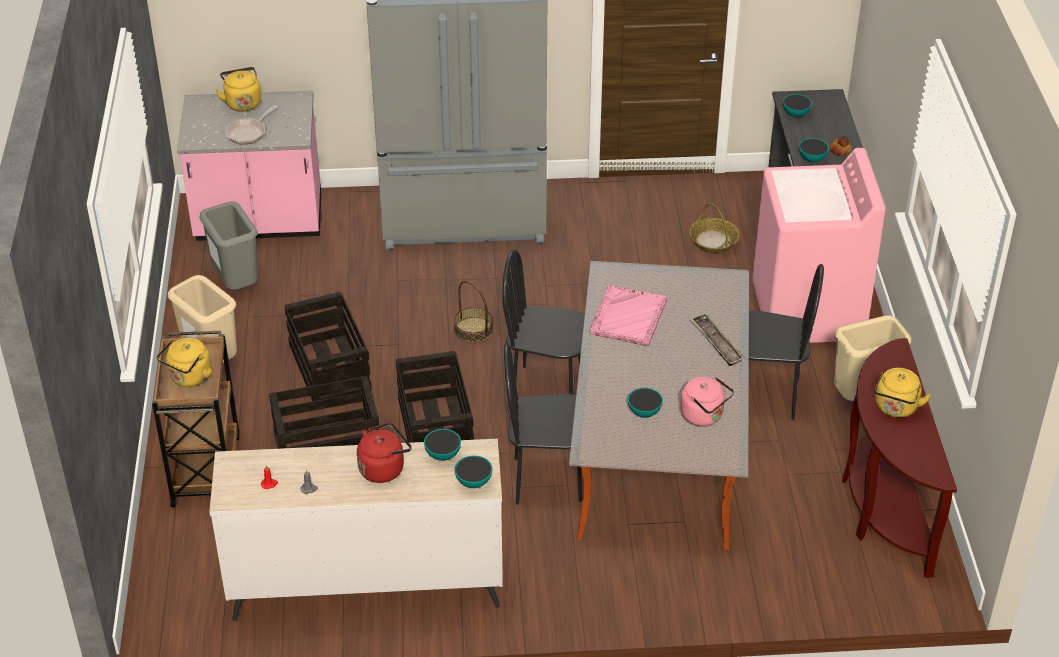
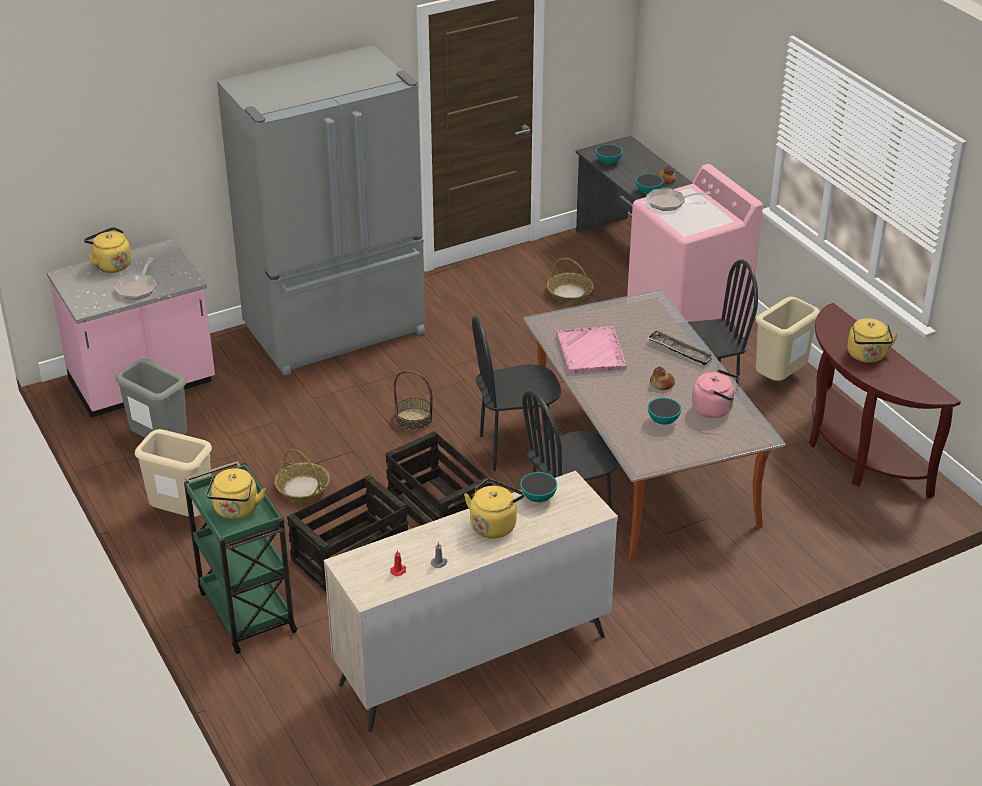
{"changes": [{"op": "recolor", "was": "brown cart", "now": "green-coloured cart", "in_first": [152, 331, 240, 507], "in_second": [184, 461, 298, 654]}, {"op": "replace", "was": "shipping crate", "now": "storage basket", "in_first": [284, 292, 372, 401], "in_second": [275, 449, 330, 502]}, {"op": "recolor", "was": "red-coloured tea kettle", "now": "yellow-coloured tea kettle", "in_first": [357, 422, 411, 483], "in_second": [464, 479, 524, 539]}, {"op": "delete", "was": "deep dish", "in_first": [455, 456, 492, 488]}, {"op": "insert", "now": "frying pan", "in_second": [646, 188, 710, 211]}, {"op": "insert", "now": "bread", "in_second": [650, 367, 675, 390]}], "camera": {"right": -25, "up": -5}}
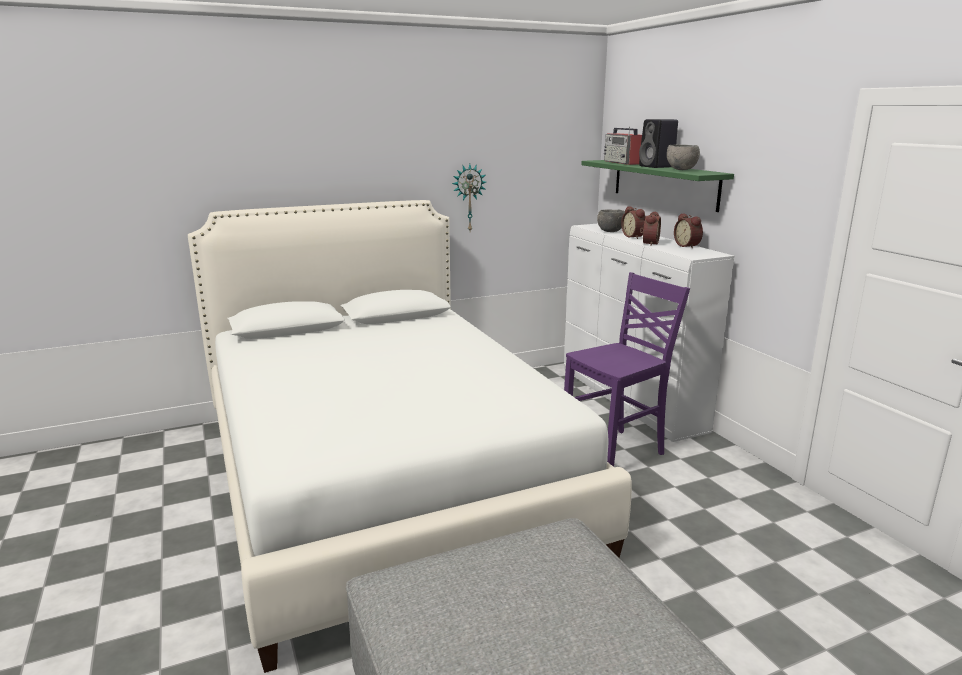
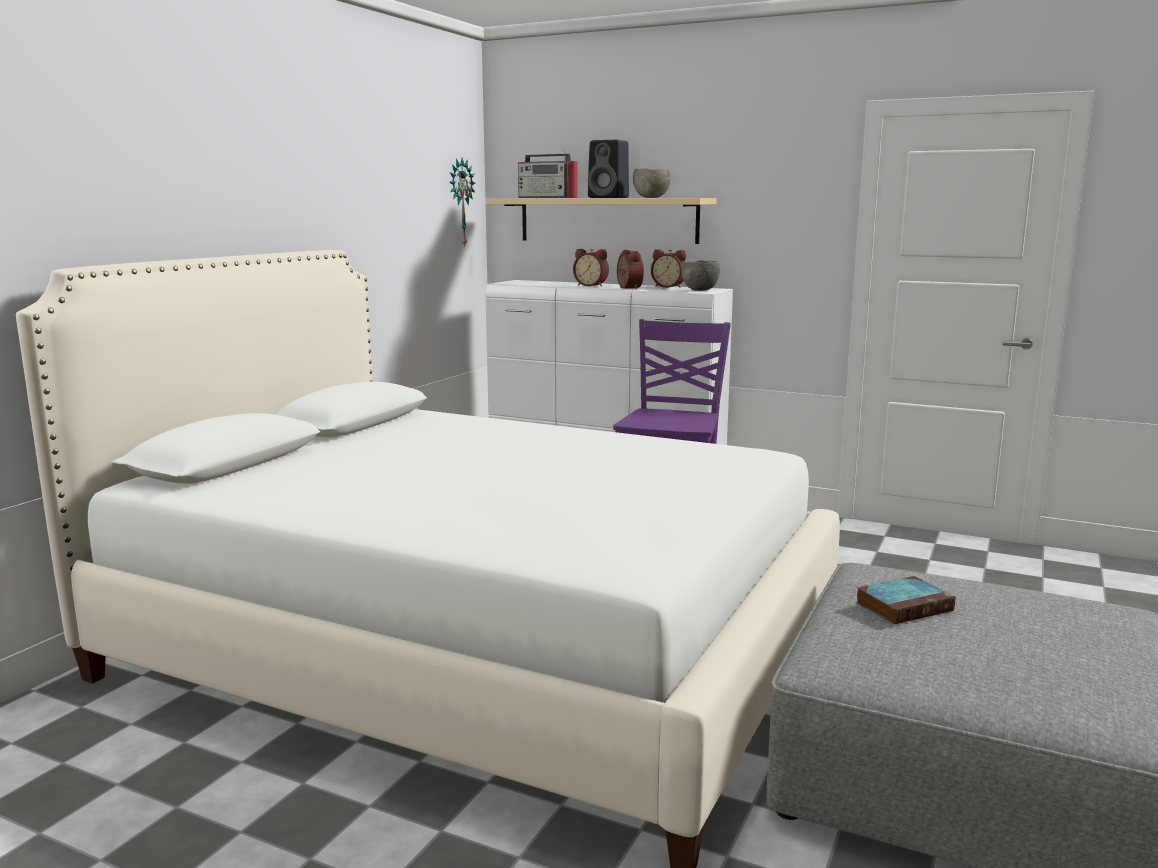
{"changes": [{"op": "move", "was": "hanging clock", "in_first": [452, 164, 486, 231], "in_second": [449, 158, 475, 248]}, {"op": "recolor", "was": "green-coloured shelf", "now": "beige-coloured shelf", "in_first": [581, 160, 734, 212], "in_second": [486, 198, 716, 244]}, {"op": "move", "was": "greyish deep dish", "in_first": [597, 209, 625, 232], "in_second": [681, 260, 720, 291]}, {"op": "insert", "now": "volume", "in_second": [856, 576, 956, 624]}], "camera": {"right": -40, "up": -5}}
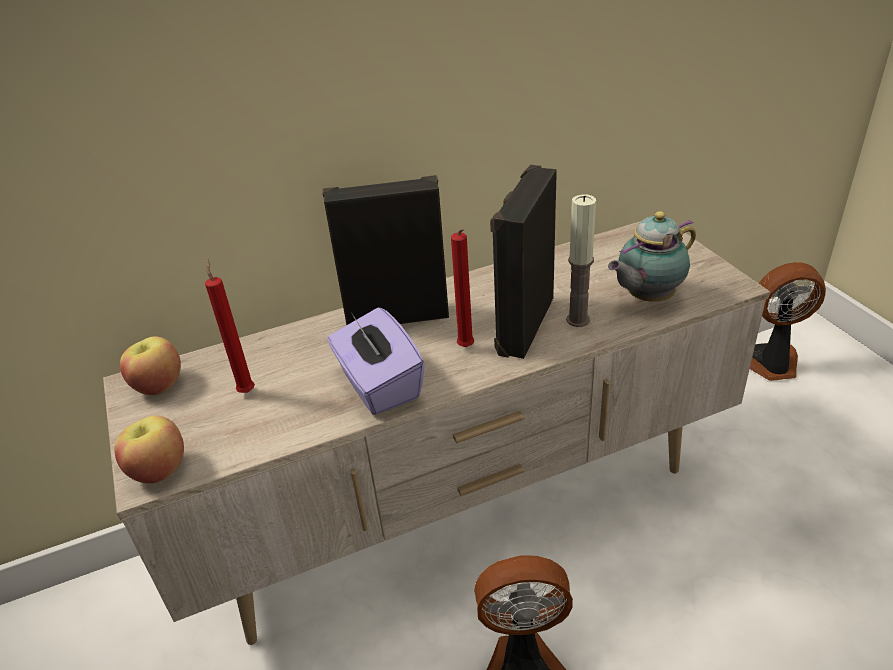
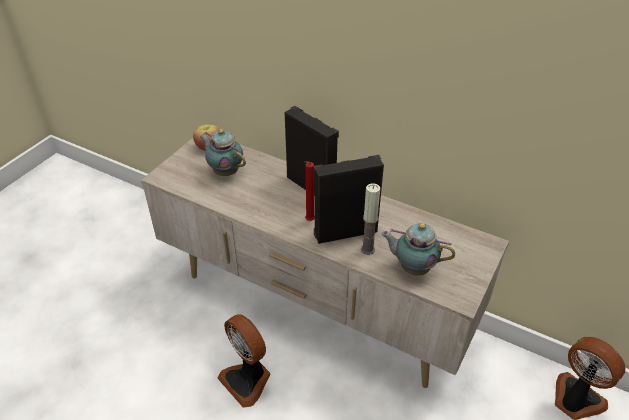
{"changes": [{"op": "delete", "was": "whole apple", "in_first": [115, 415, 184, 484]}, {"op": "replace", "was": "red-coloured wax candle", "now": "pot for tea", "in_first": [205, 259, 255, 393], "in_second": [200, 129, 246, 176]}, {"op": "delete", "was": "purple tissue box", "in_first": [328, 307, 425, 415]}], "camera": {"right": 50, "up": 5}}
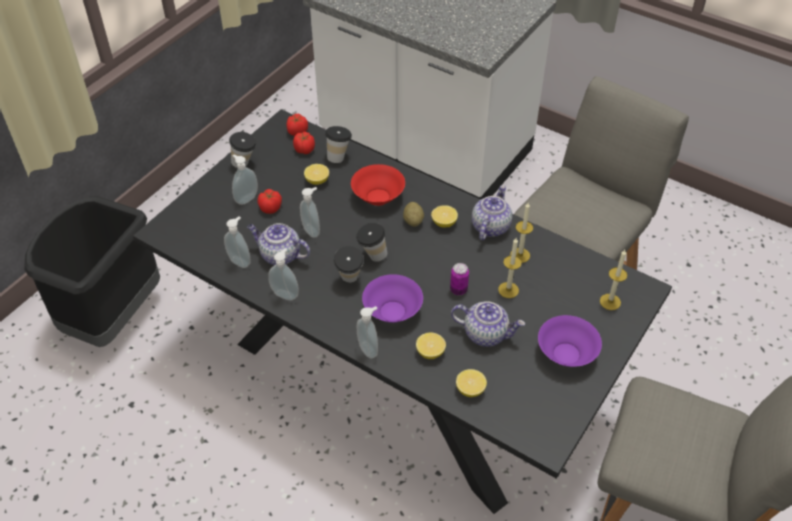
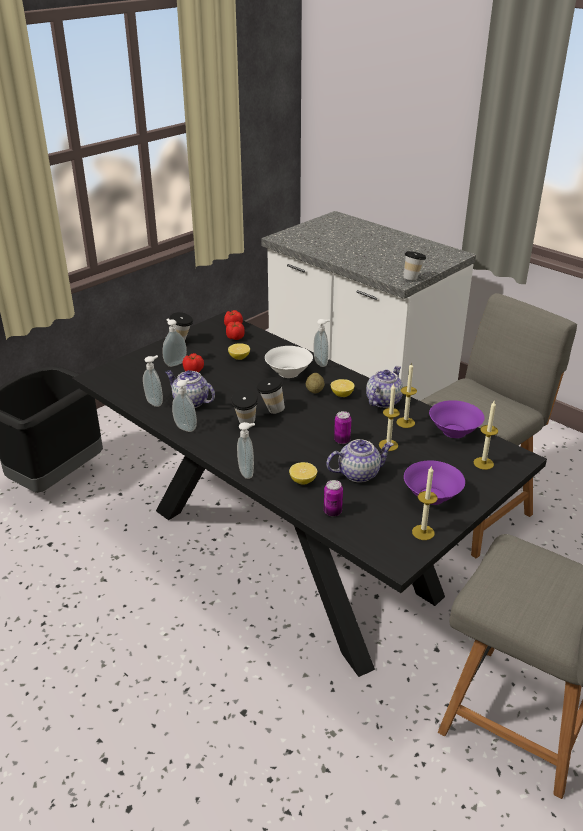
{"changes": [{"op": "move", "was": "liquid soap bottle", "in_first": [300, 187, 320, 238], "in_second": [313, 319, 330, 367]}, {"op": "move", "was": "small cup", "in_first": [325, 126, 352, 163], "in_second": [403, 251, 426, 281]}, {"op": "recolor", "was": "red-coloured deep dish", "now": "white-coloured deep dish", "in_first": [351, 164, 405, 206], "in_second": [265, 346, 313, 378]}, {"op": "move", "was": "purple deep dish", "in_first": [362, 274, 423, 323], "in_second": [429, 400, 484, 438]}, {"op": "rotate", "was": "pot for tea", "in_first": [451, 301, 525, 347], "in_second": [326, 439, 394, 483], "clockwise": -45}, {"op": "replace", "was": "whole lemon", "now": "can", "in_first": [456, 369, 487, 397], "in_second": [324, 480, 343, 517]}, {"op": "insert", "now": "wax candle", "in_second": [412, 465, 438, 540]}], "camera": {"right": 10, "up": -15}}
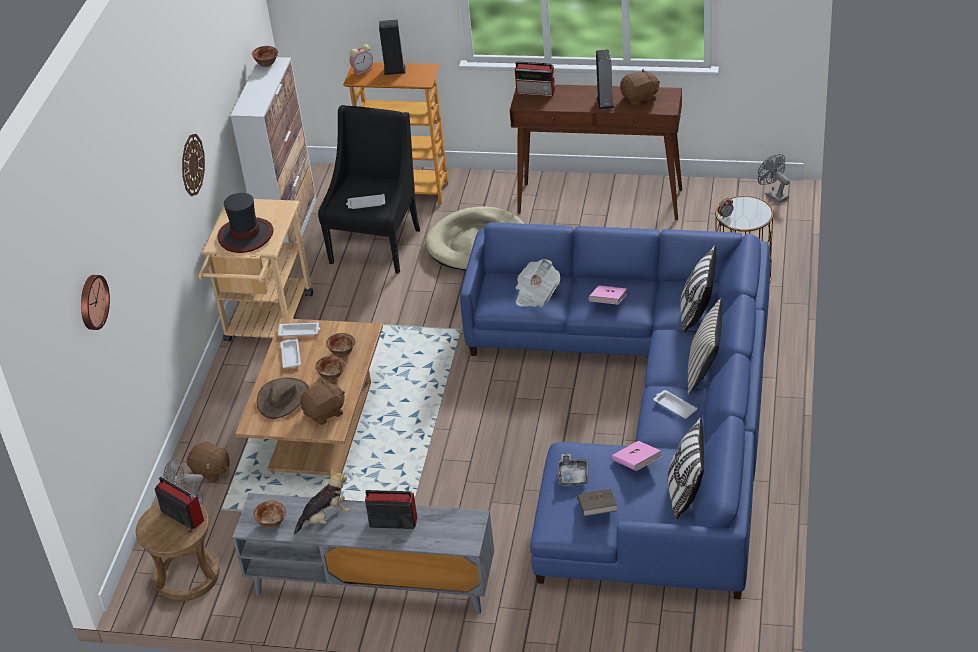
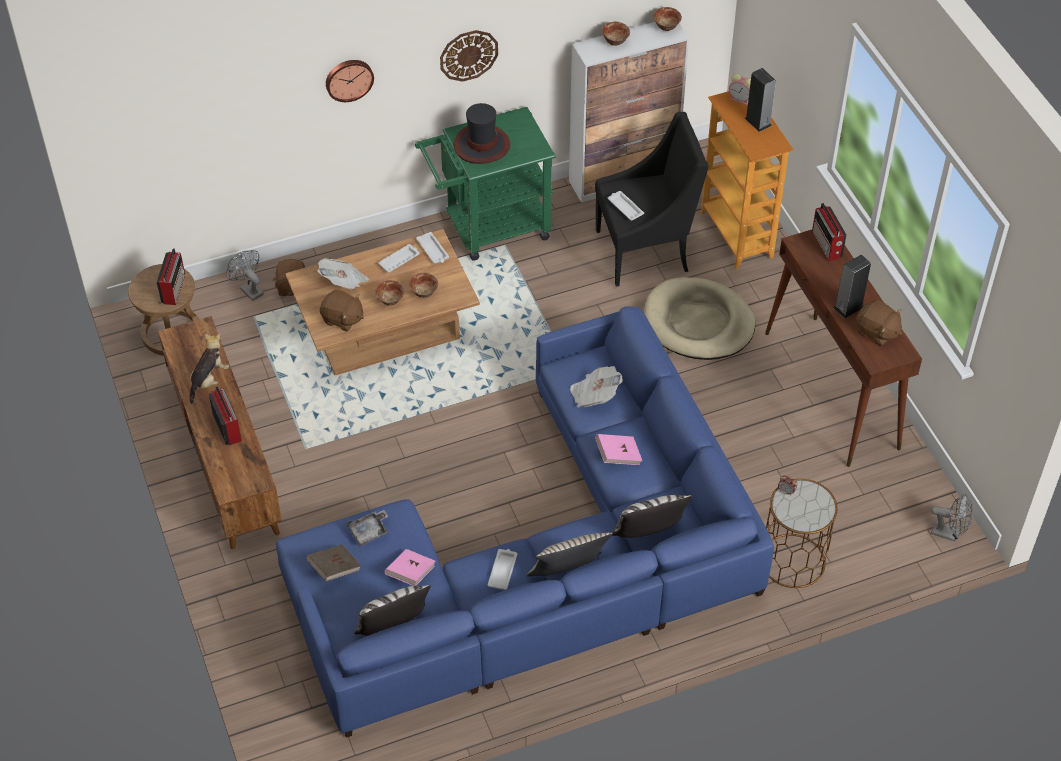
{"changes": [{"op": "move", "was": "hanging clock", "in_first": [81, 275, 110, 330], "in_second": [326, 60, 374, 102]}, {"op": "recolor", "was": "beige-coloured cart", "now": "green-coloured cart", "in_first": [199, 199, 313, 341], "in_second": [415, 107, 556, 261]}, {"op": "recolor", "was": "greyish media console", "now": "brown media console", "in_first": [232, 493, 494, 614], "in_second": [158, 316, 282, 549]}, {"op": "move", "was": "deep dish", "in_first": [253, 501, 286, 529], "in_second": [602, 22, 630, 46]}, {"op": "replace", "was": "brown clothing hat", "now": "daily paper", "in_first": [257, 378, 309, 419], "in_second": [317, 258, 369, 290]}, {"op": "rotate", "was": "soft toy", "in_first": [294, 469, 350, 534], "in_second": [190, 333, 229, 404], "clockwise": -90}, {"op": "rotate", "was": "greyish cooling fan", "in_first": [758, 154, 790, 203], "in_second": [931, 493, 973, 542], "clockwise": 90}], "camera": {"right": 55, "up": 10}}
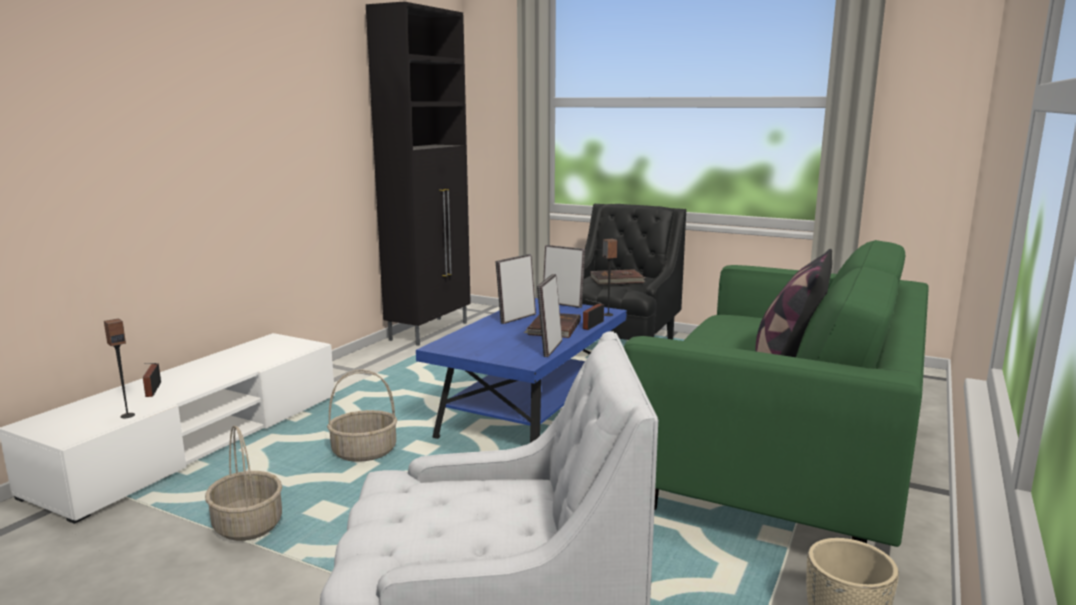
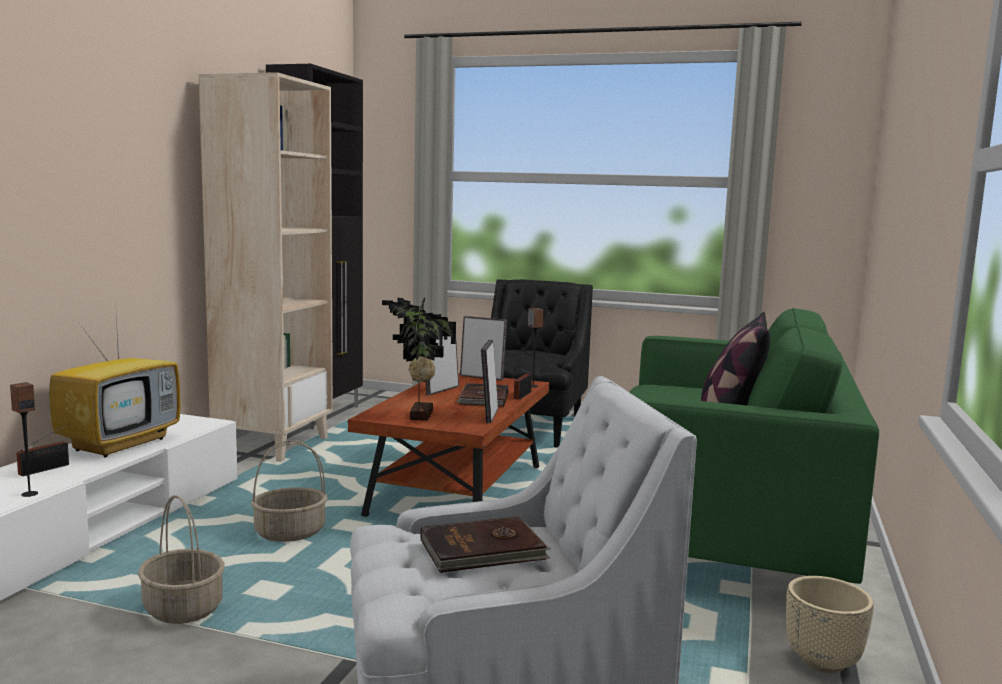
{"changes": [{"op": "rotate", "was": "radio receiver", "in_first": [143, 363, 161, 397], "in_second": [17, 424, 69, 476], "clockwise": -120}, {"op": "recolor", "was": "bluish lounge table", "now": "brown lounge table", "in_first": [416, 298, 627, 443], "in_second": [348, 373, 549, 517]}, {"op": "move", "was": "brown volume", "in_first": [590, 270, 646, 285], "in_second": [421, 517, 551, 573]}, {"op": "insert", "now": "TV set", "in_second": [49, 315, 180, 458]}, {"op": "insert", "now": "beige-coloured shelving unit", "in_second": [198, 72, 333, 462]}, {"op": "insert", "now": "potted plant", "in_second": [382, 297, 456, 421]}], "camera": {"right": -10, "up": -5}}
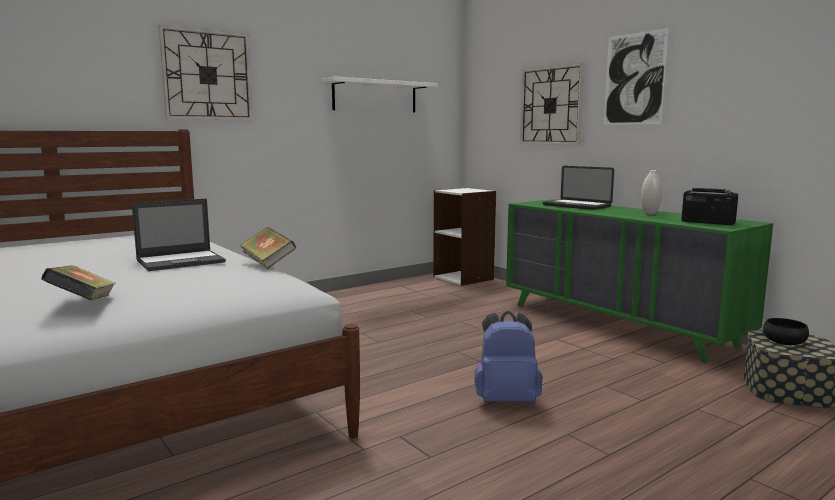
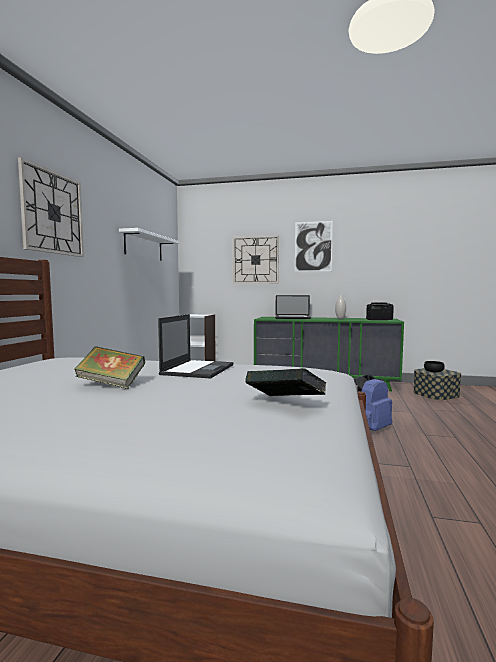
{"changes": [{"op": "move", "was": "volume", "in_first": [239, 227, 296, 269], "in_second": [75, 346, 145, 389]}], "camera": {"right": -40, "up": -5}}
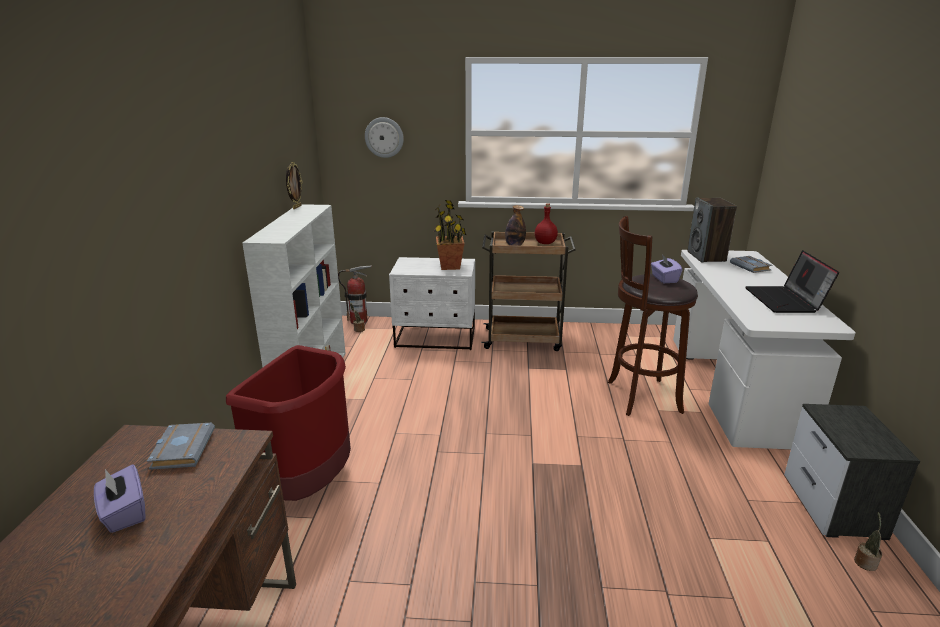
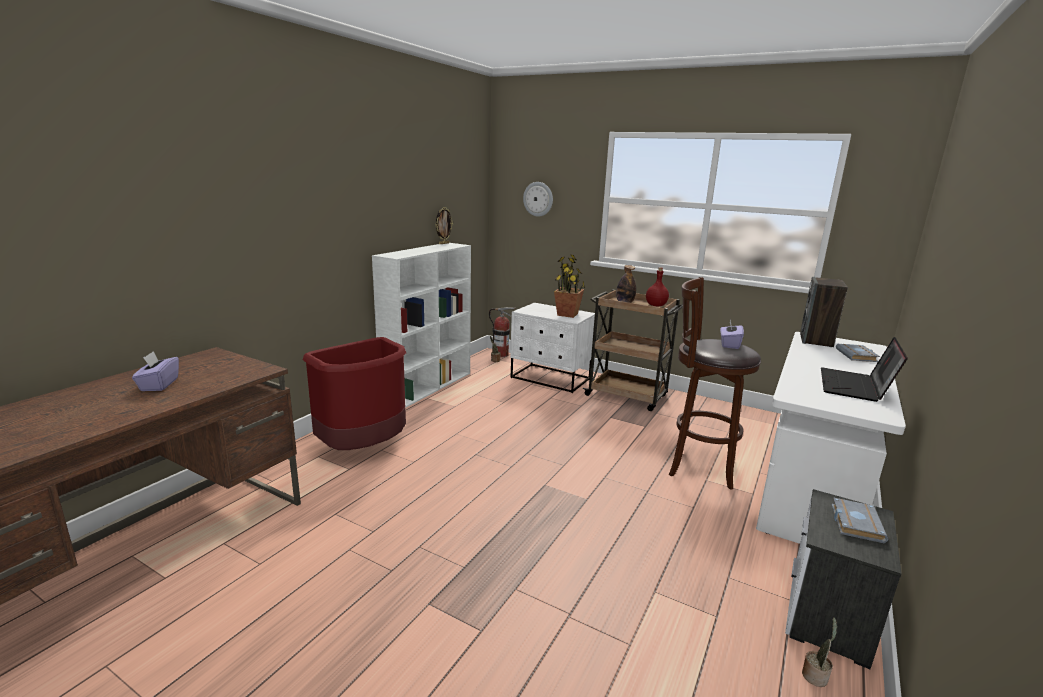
{"changes": [{"op": "move", "was": "greyish volume", "in_first": [147, 423, 215, 470], "in_second": [831, 497, 888, 543]}], "camera": {"right": 25, "up": -5}}
